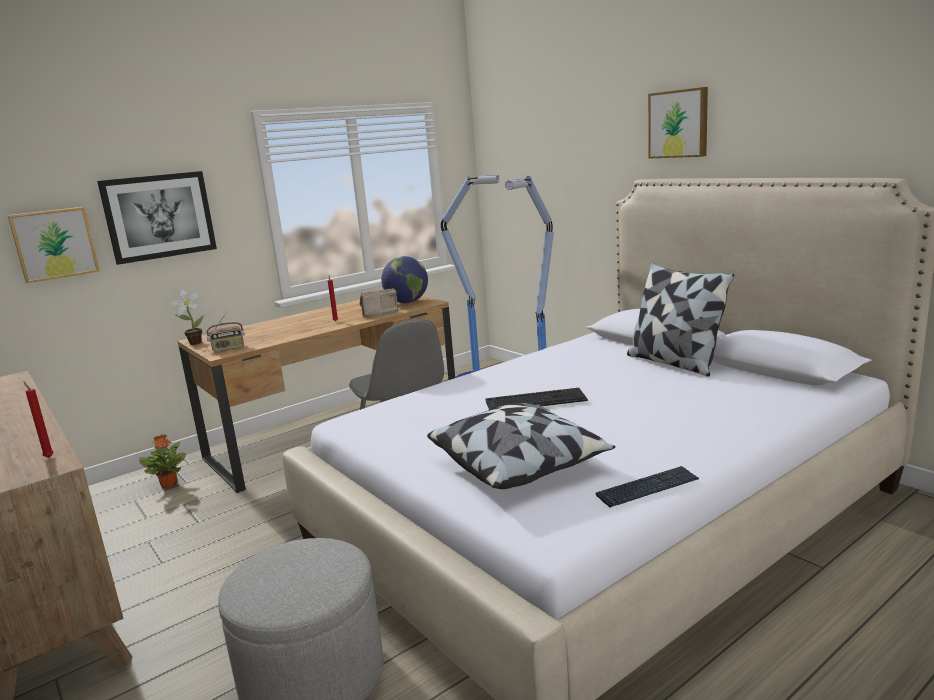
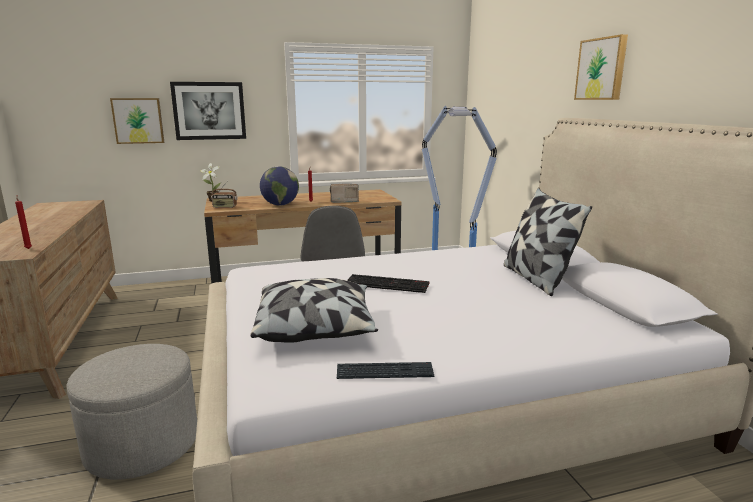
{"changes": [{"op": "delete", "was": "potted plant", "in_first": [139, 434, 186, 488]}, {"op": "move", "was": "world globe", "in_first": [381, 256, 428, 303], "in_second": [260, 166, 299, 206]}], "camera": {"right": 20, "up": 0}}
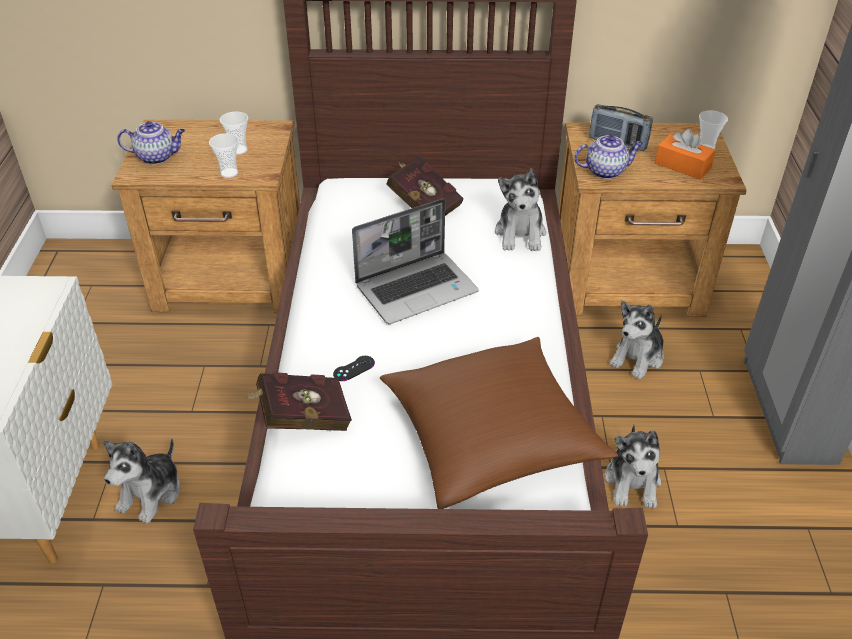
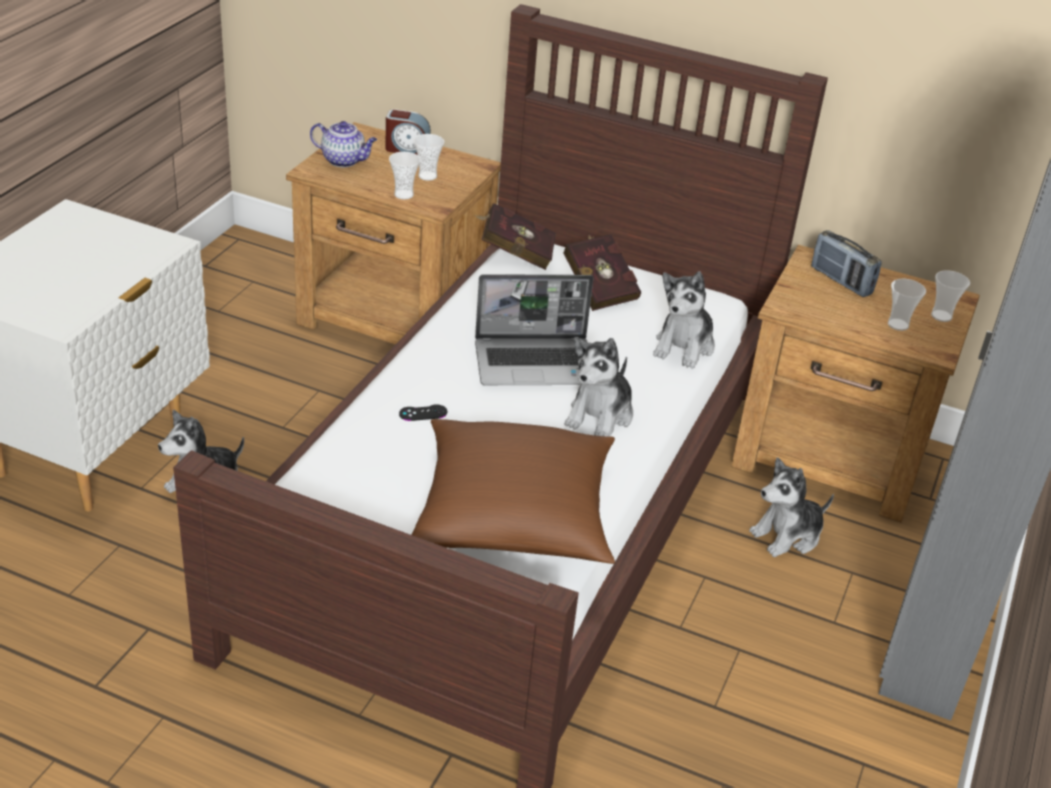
{"changes": [{"op": "move", "was": "red-coloured volume", "in_first": [244, 372, 352, 431], "in_second": [474, 203, 556, 270]}, {"op": "delete", "was": "pot for tea", "in_first": [574, 135, 643, 179]}, {"op": "move", "was": "soft toy", "in_first": [605, 424, 661, 509], "in_second": [565, 337, 633, 437]}, {"op": "replace", "was": "orangey tissue box", "now": "small cup", "in_first": [655, 129, 716, 179], "in_second": [888, 279, 926, 331]}, {"op": "insert", "now": "bedside clock", "in_second": [385, 109, 431, 155]}], "camera": {"right": 20, "up": -5}}
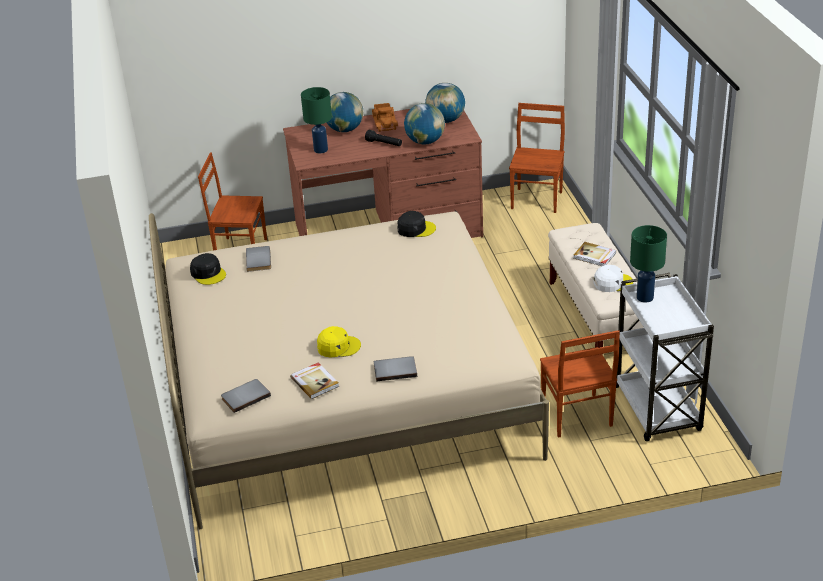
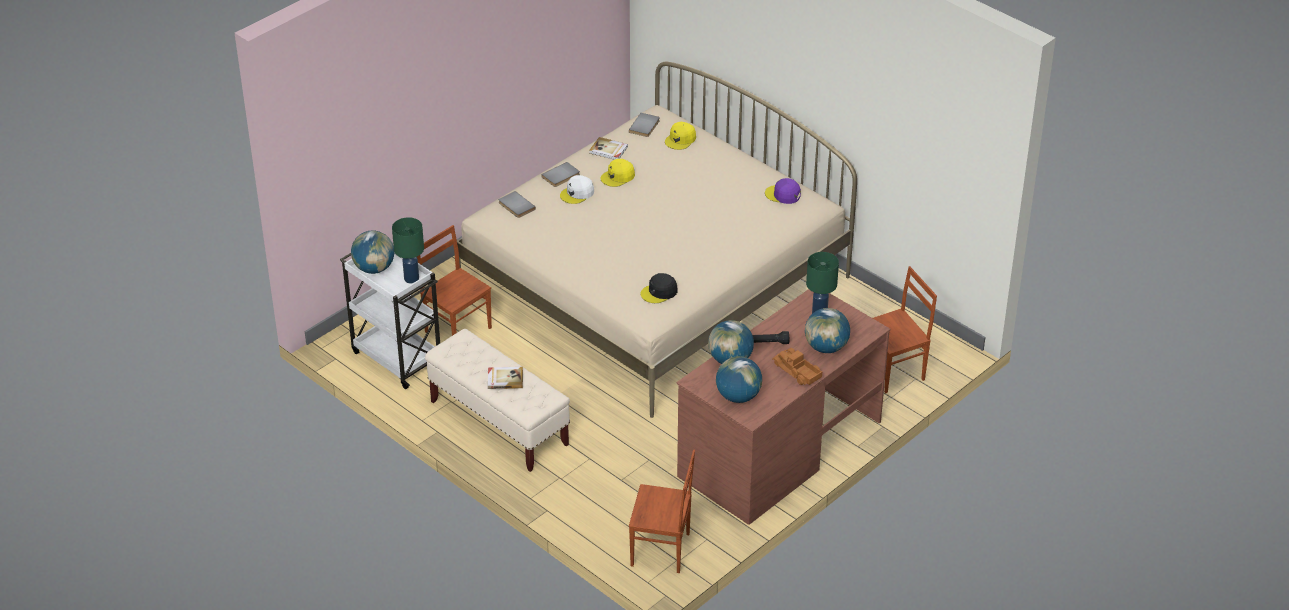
{"changes": [{"op": "recolor", "was": "blackish cap", "now": "purple cap", "in_first": [190, 253, 226, 285], "in_second": [765, 178, 801, 204]}, {"op": "move", "was": "greyish volume", "in_first": [246, 246, 271, 272], "in_second": [499, 191, 536, 218]}, {"op": "rotate", "was": "brown upright chair", "in_first": [509, 103, 565, 213], "in_second": [629, 450, 695, 573], "clockwise": -60}, {"op": "move", "was": "white-coloured cap", "in_first": [593, 265, 633, 292], "in_second": [560, 175, 594, 204]}, {"op": "insert", "now": "world globe", "in_second": [351, 230, 394, 274]}, {"op": "insert", "now": "yellow-coloured cap", "in_second": [665, 122, 696, 150]}], "camera": {"right": 145, "up": 5}}
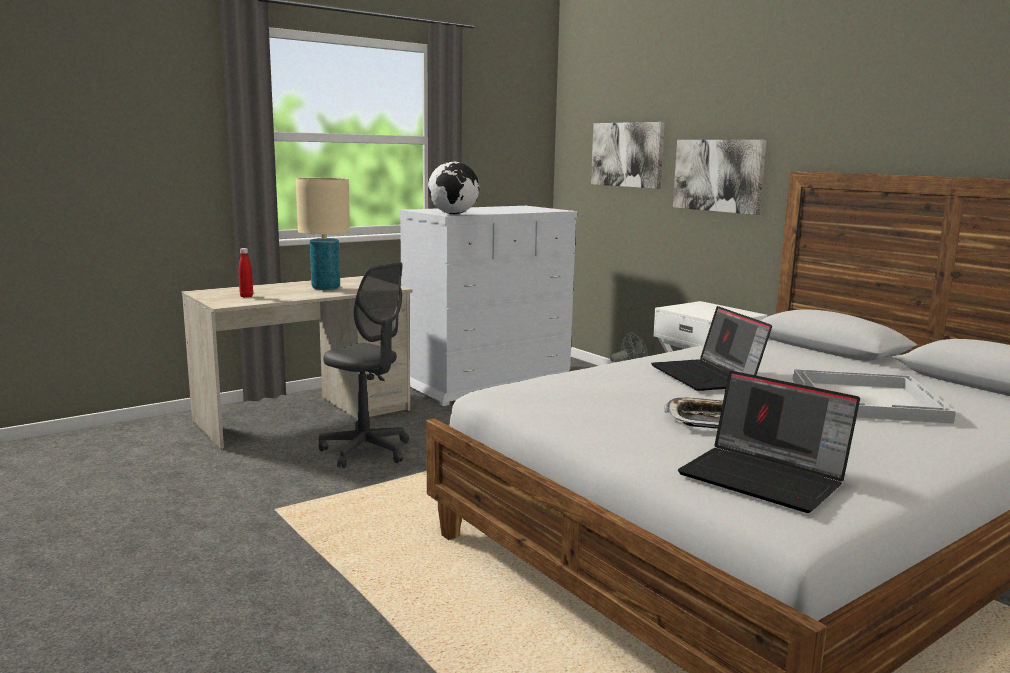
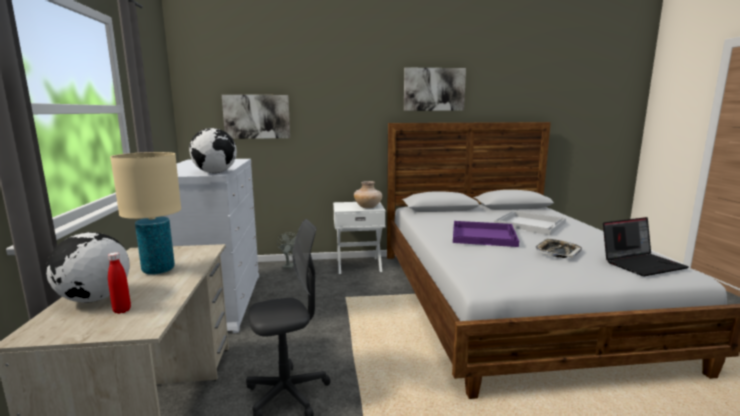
{"changes": [{"op": "replace", "was": "notebook computer", "now": "purple tray", "in_first": [651, 306, 772, 391], "in_second": [453, 221, 519, 247]}, {"op": "move", "was": "wall art", "in_first": [673, 140, 767, 215], "in_second": [404, 68, 466, 111]}, {"op": "insert", "now": "world globe", "in_second": [46, 232, 130, 303]}, {"op": "insert", "now": "beige-coloured vase", "in_second": [354, 181, 382, 208]}], "camera": {"right": -60, "up": 0}}
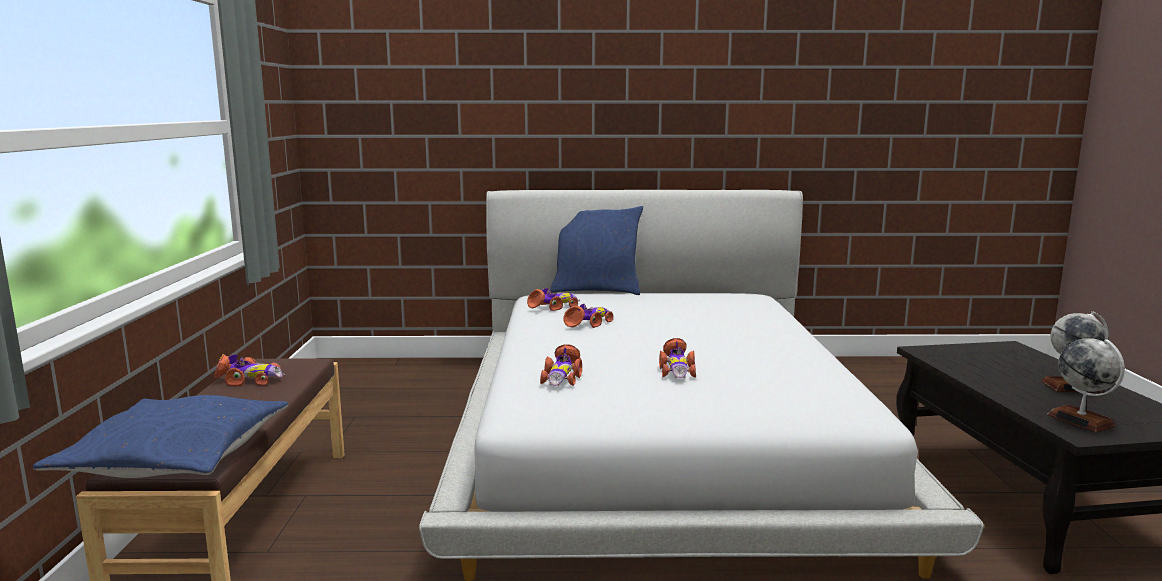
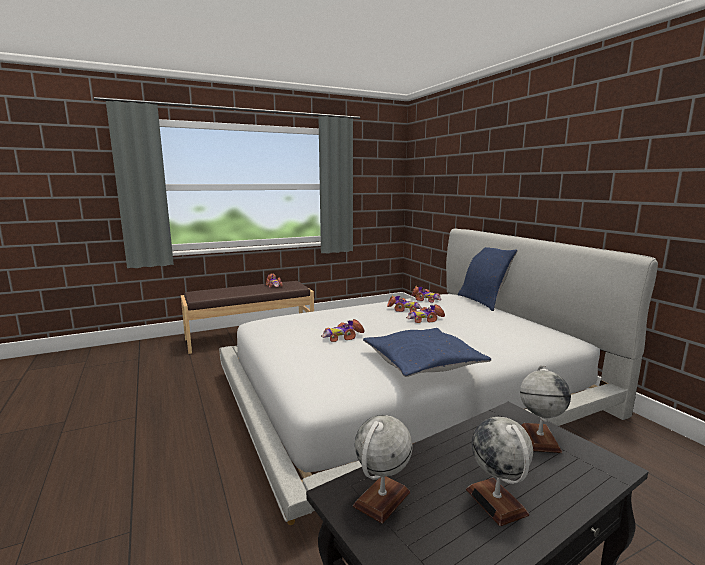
{"changes": [{"op": "move", "was": "bluish throw pillow", "in_first": [33, 395, 288, 478], "in_second": [363, 328, 491, 377]}, {"op": "move", "was": "toy car", "in_first": [540, 344, 582, 386], "in_second": [406, 304, 445, 323]}, {"op": "insert", "now": "world globe", "in_second": [520, 366, 571, 453]}], "camera": {"right": 65, "up": 0}}
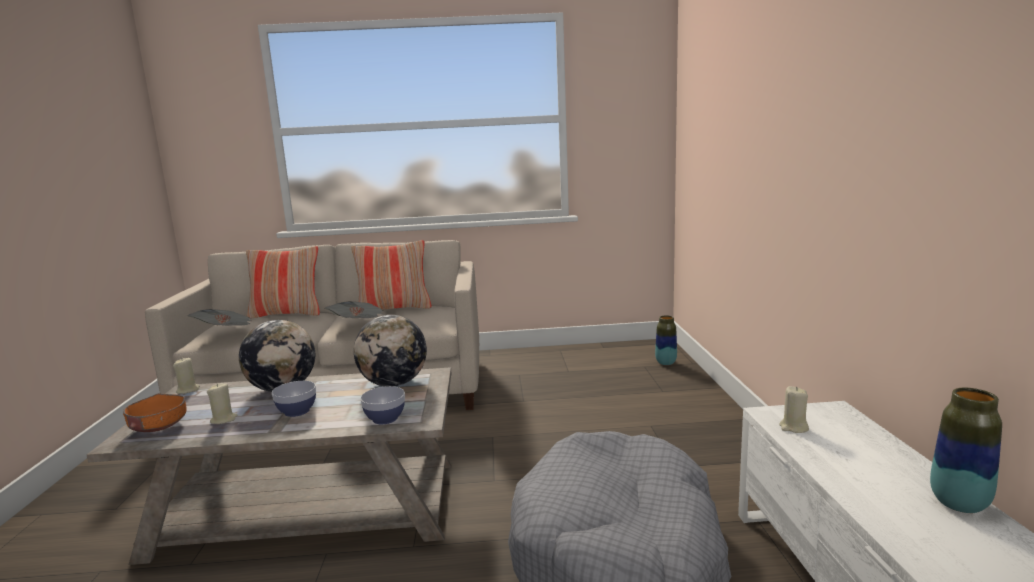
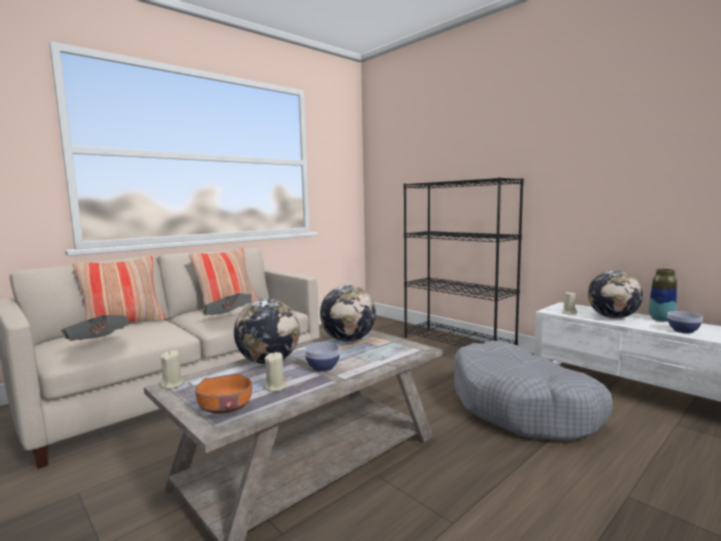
{"changes": [{"op": "move", "was": "deep dish", "in_first": [360, 386, 405, 424], "in_second": [667, 311, 703, 333]}, {"op": "delete", "was": "vase", "in_first": [655, 316, 677, 365]}, {"op": "insert", "now": "blackish shelving unit", "in_second": [403, 177, 524, 347]}, {"op": "insert", "now": "world globe", "in_second": [588, 271, 643, 318]}], "camera": {"right": -40, "up": -5}}
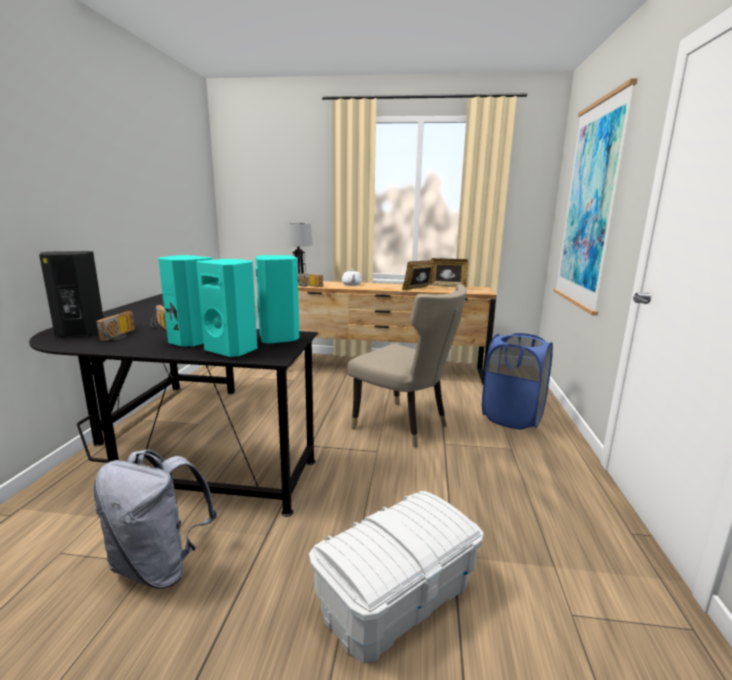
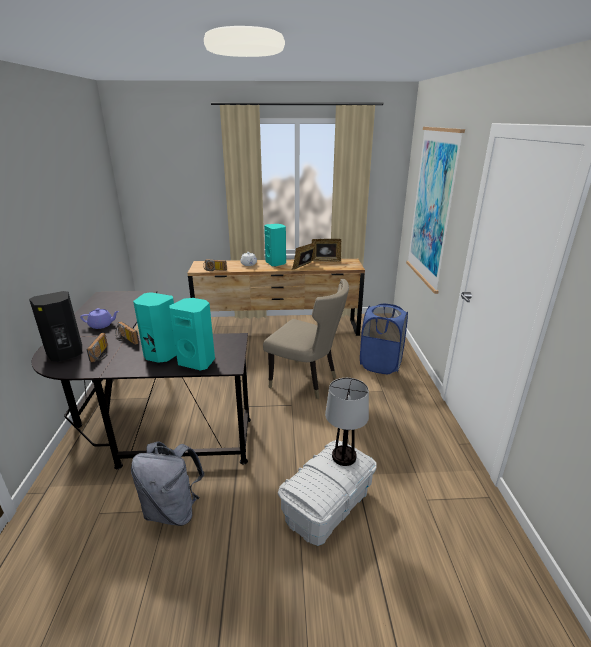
{"changes": [{"op": "move", "was": "turquoise audio speaker", "in_first": [256, 255, 299, 344], "in_second": [264, 224, 286, 267]}, {"op": "move", "was": "table lamp", "in_first": [284, 223, 313, 282], "in_second": [325, 378, 369, 466]}, {"op": "insert", "now": "purple pot for tea", "in_second": [80, 308, 119, 329]}], "camera": {"right": -10, "up": 10}}
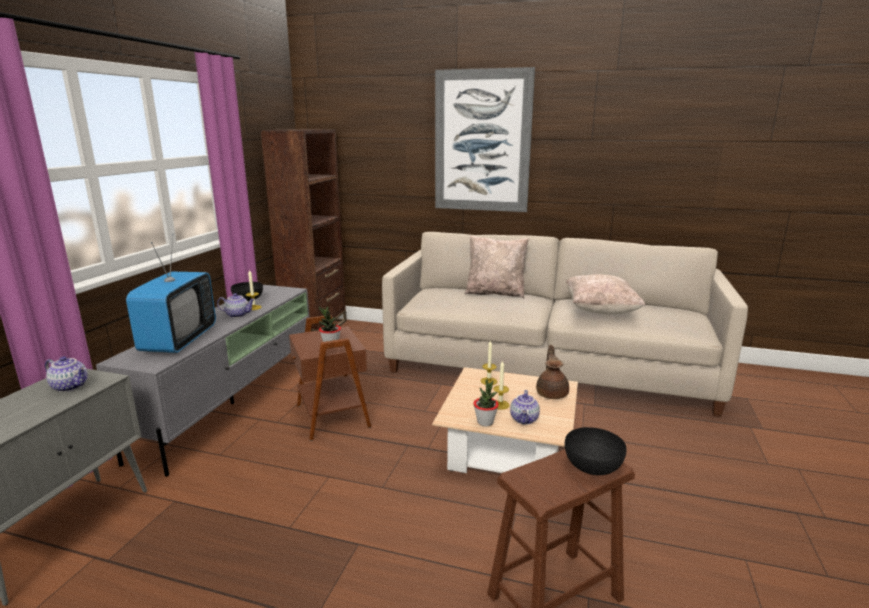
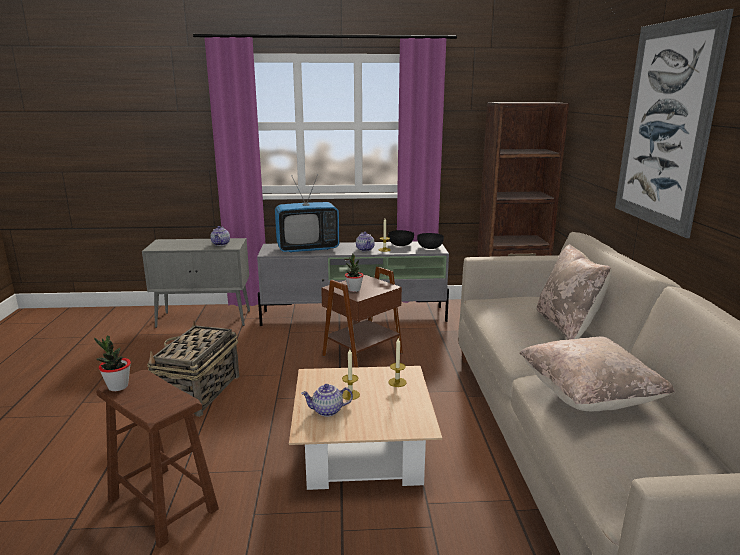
{"changes": [{"op": "move", "was": "potted plant", "in_first": [473, 379, 499, 426], "in_second": [94, 335, 131, 391]}, {"op": "delete", "was": "brown pot for tea", "in_first": [536, 345, 569, 399]}, {"op": "move", "was": "blackish deep dish", "in_first": [565, 427, 627, 475], "in_second": [417, 233, 444, 249]}, {"op": "insert", "now": "storage basket", "in_second": [147, 321, 239, 417]}], "camera": {"right": 70, "up": 0}}
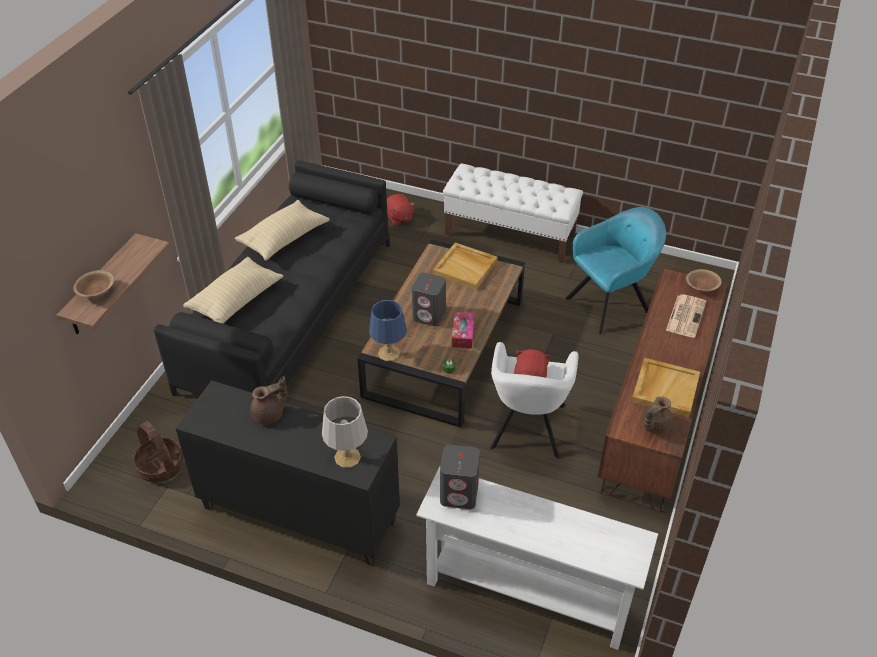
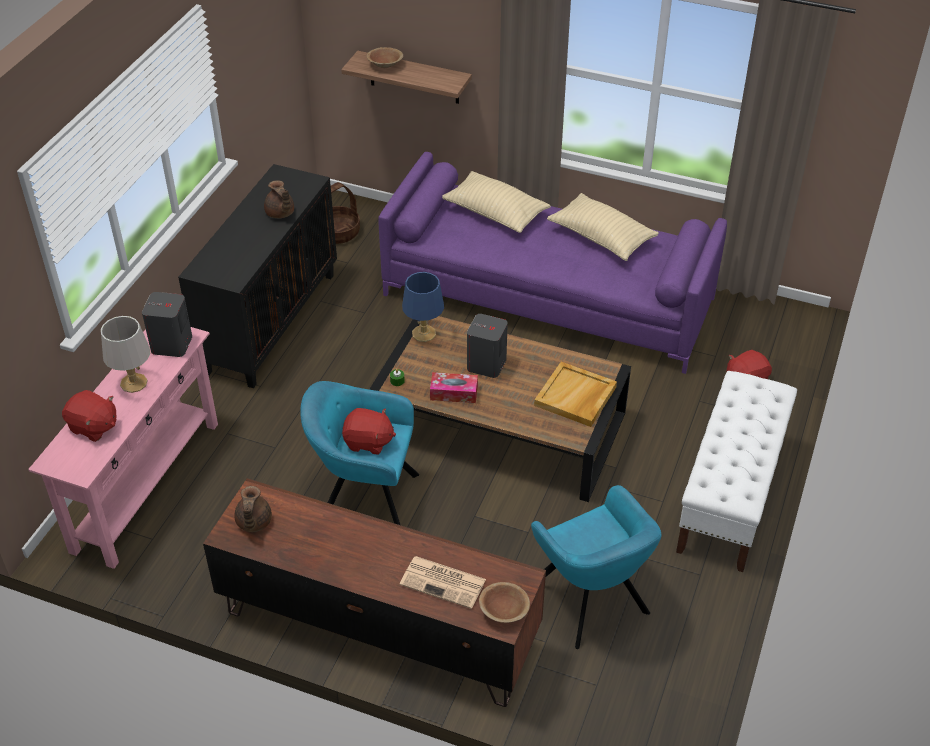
{"changes": [{"op": "recolor", "was": "blackish settee", "now": "purple settee", "in_first": [154, 160, 390, 397], "in_second": [378, 152, 727, 374]}, {"op": "move", "was": "greyish table lamp", "in_first": [322, 396, 368, 468], "in_second": [101, 316, 150, 393]}, {"op": "recolor", "was": "white-coloured hall table", "now": "pinkish hall table", "in_first": [416, 466, 658, 650], "in_second": [28, 327, 218, 569]}, {"op": "recolor", "was": "white-coloured armchair", "now": "turquoise armchair", "in_first": [490, 342, 579, 459], "in_second": [300, 381, 419, 525]}, {"op": "delete", "was": "beige-coloured tray", "in_first": [632, 358, 700, 417]}, {"op": "rotate", "was": "brown pot for tea", "in_first": [641, 396, 673, 435], "in_second": [234, 486, 272, 532], "clockwise": -135}, {"op": "insert", "now": "red-coloured soft toy", "in_second": [62, 390, 117, 442]}], "camera": {"right": 90, "up": 0}}
